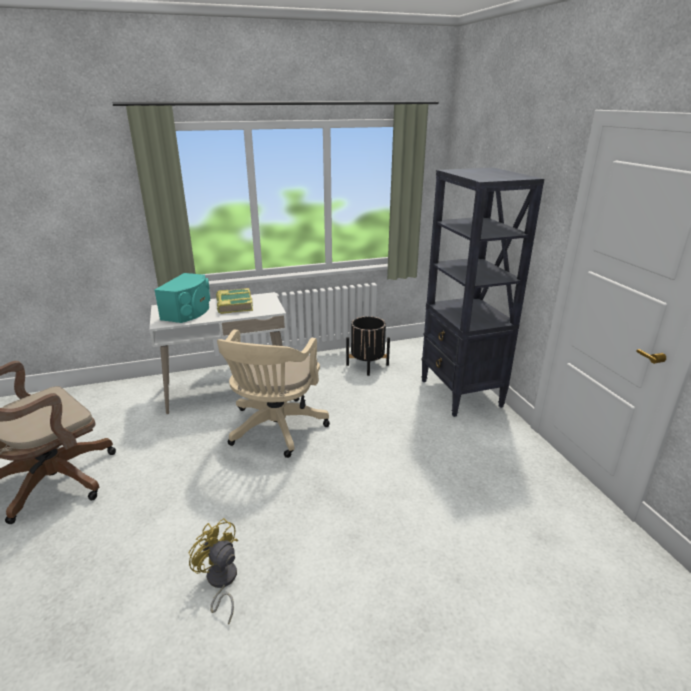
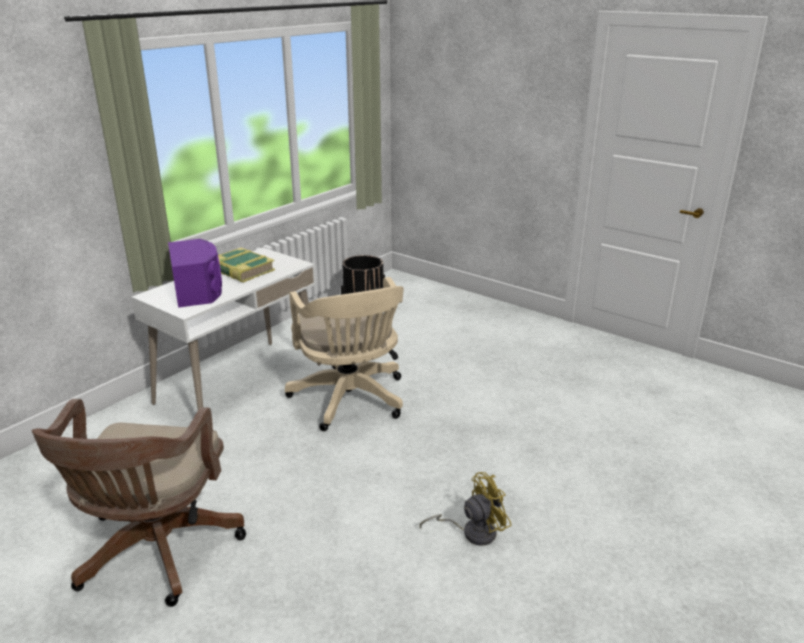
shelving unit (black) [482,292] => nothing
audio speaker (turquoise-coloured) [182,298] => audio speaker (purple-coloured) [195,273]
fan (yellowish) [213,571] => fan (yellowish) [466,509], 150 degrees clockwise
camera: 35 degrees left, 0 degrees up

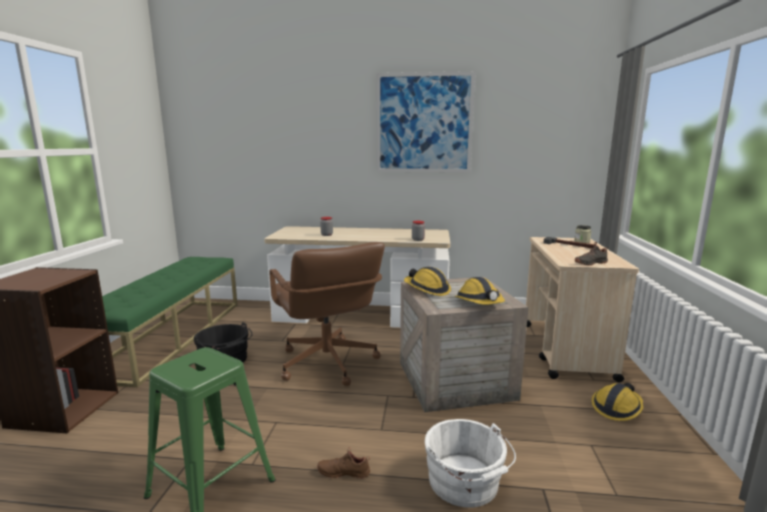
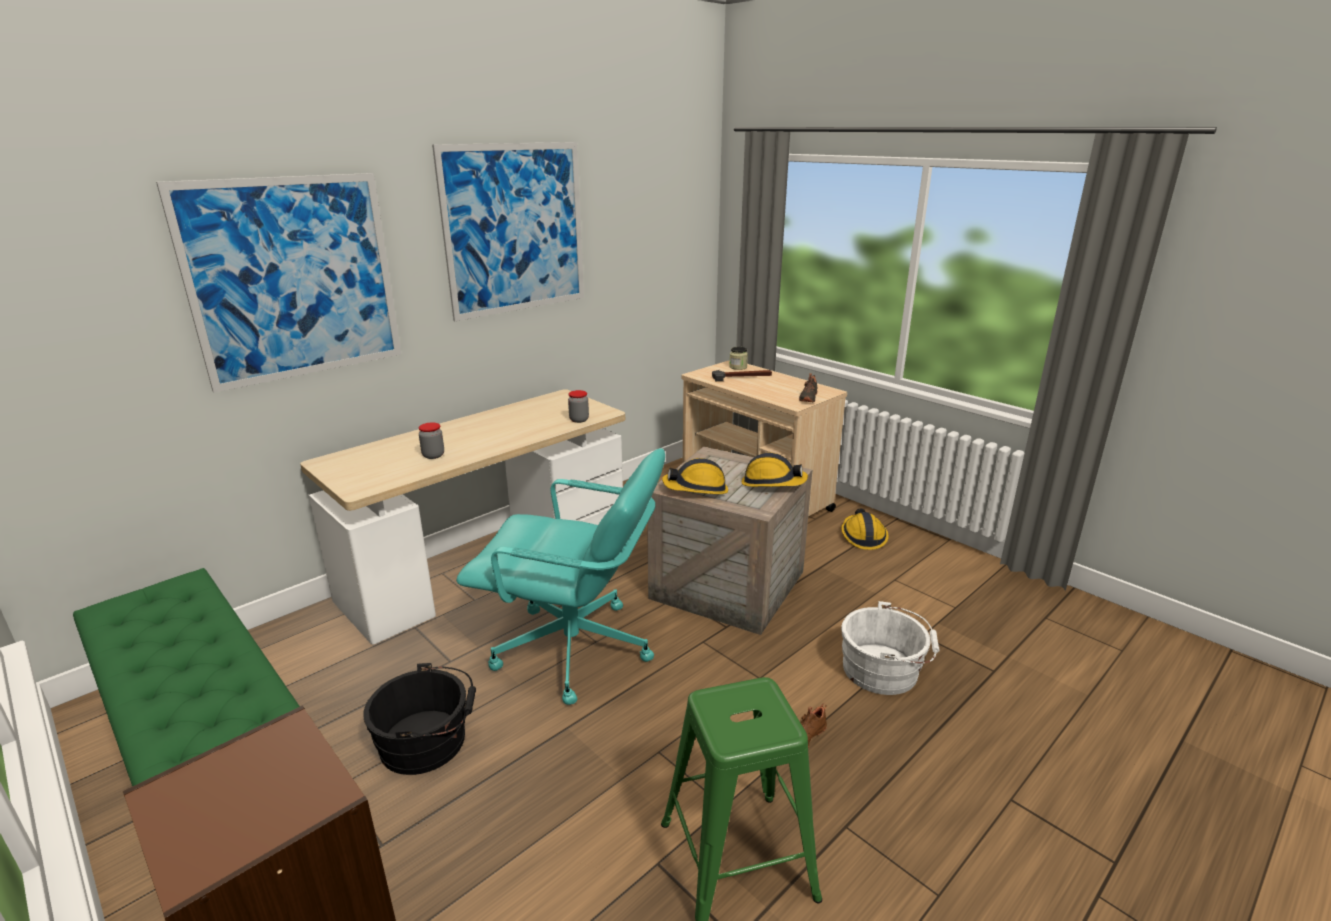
nothing => wall art [278,283]
desk chair (brown) [327,314] => desk chair (turquoise-coloured) [560,576]
camera: 50 degrees left, 10 degrees up

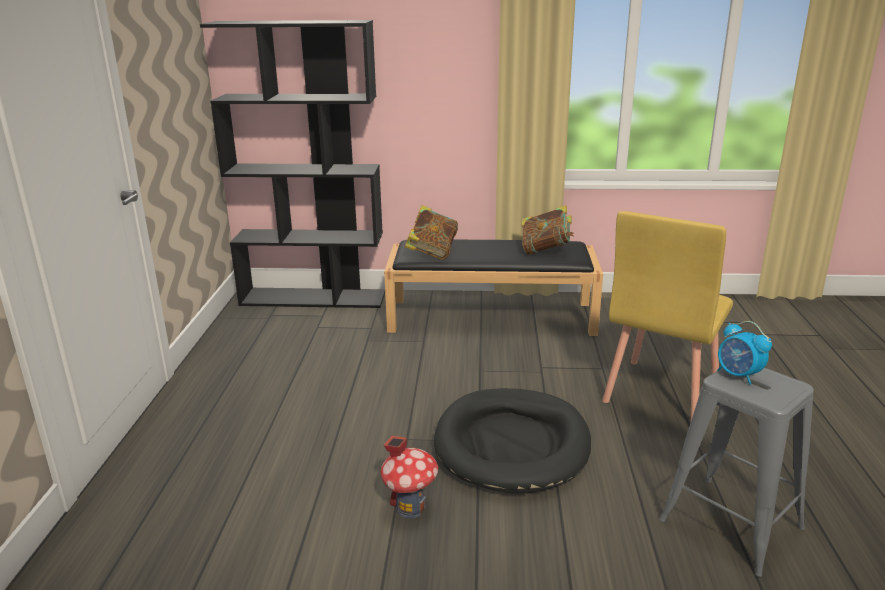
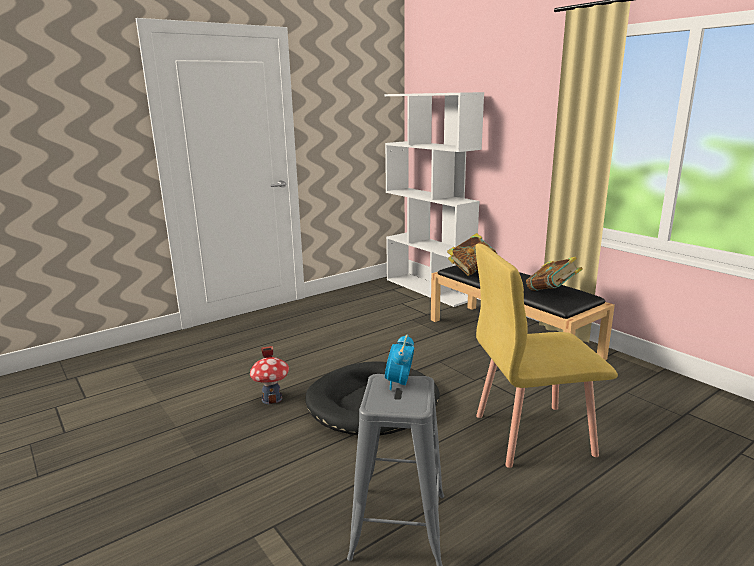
shelving unit (black) [292,164] => shelving unit (white-coloured) [434,199]
camera: 50 degrees right, 5 degrees down

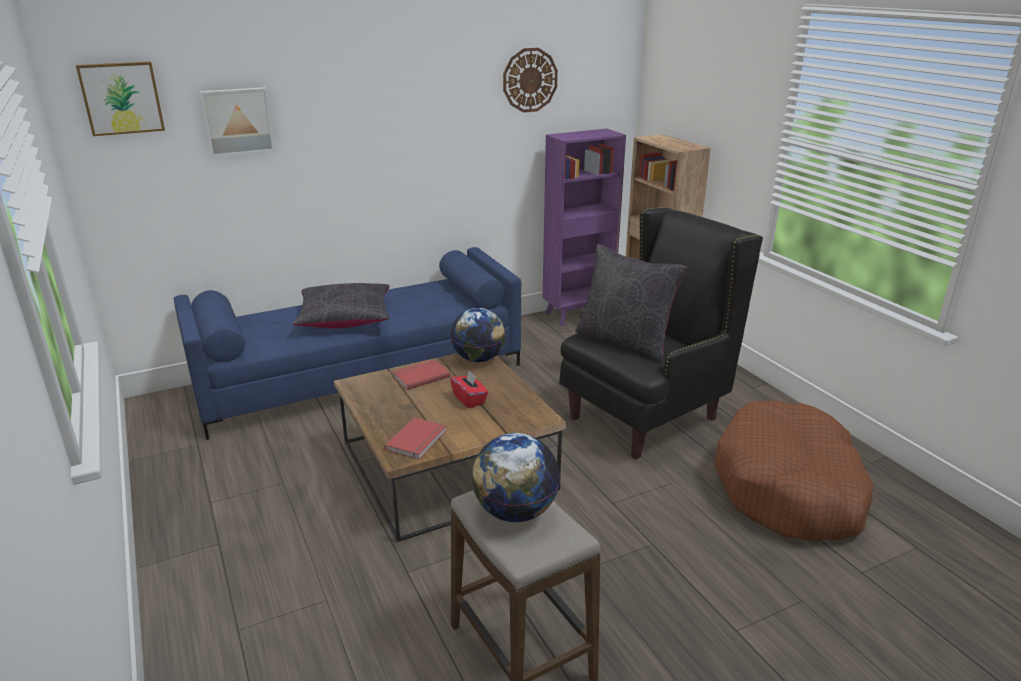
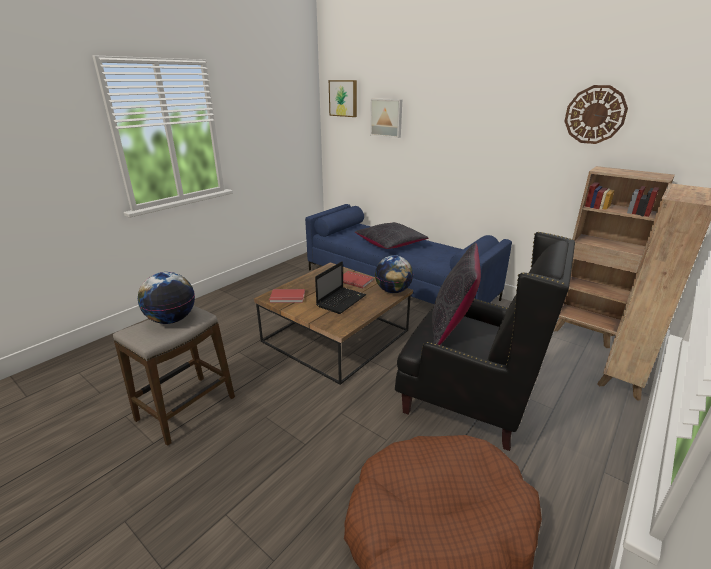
box of tissues (red) [469,389] => laptop [340,287]
shelving unit (purple-coloured) [584,227] => shelving unit (brown) [614,257]
camera: 65 degrees right, 0 degrees up

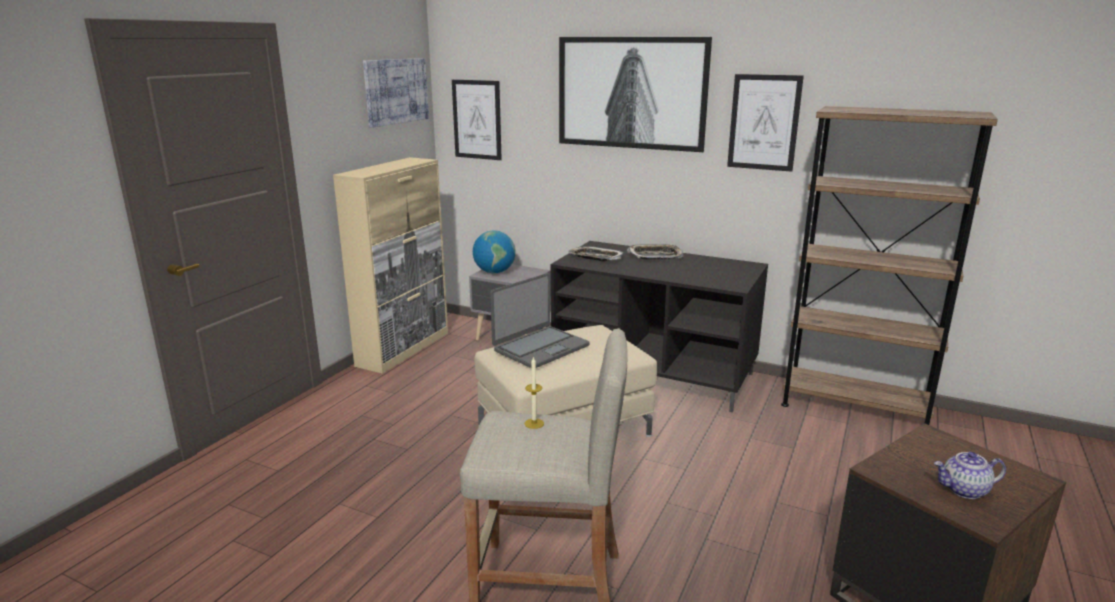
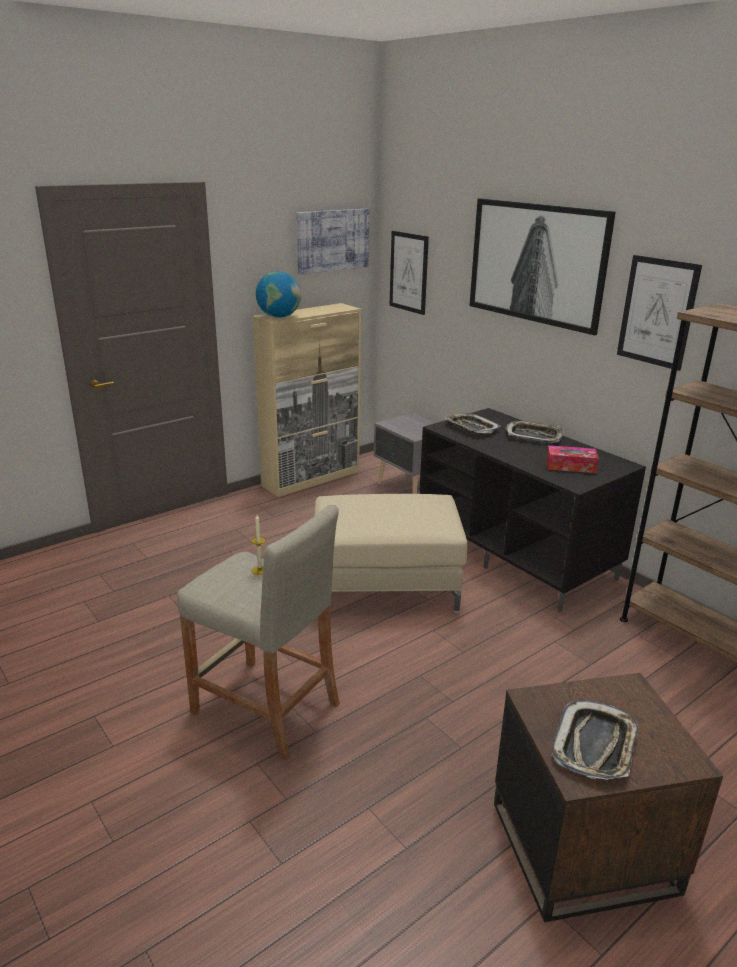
laptop [539,320] => nothing
nothing => box of tissues [572,459]
globe [494,251] => globe [278,294], shifted
tea pot [970,475] => serving tray [595,740]
camera: 25 degrees right, 5 degrees up

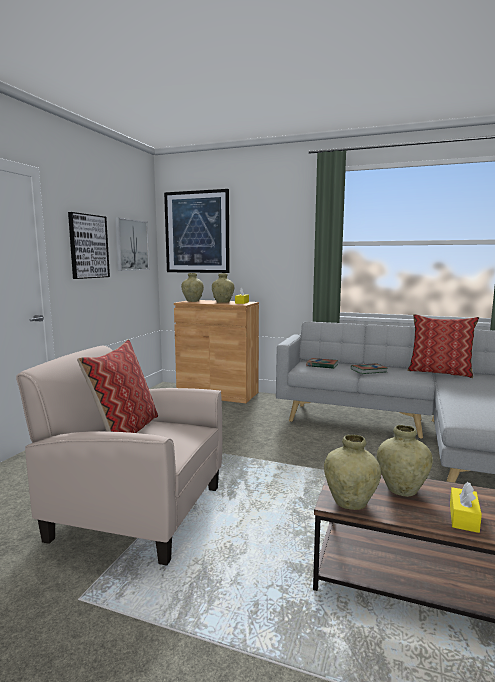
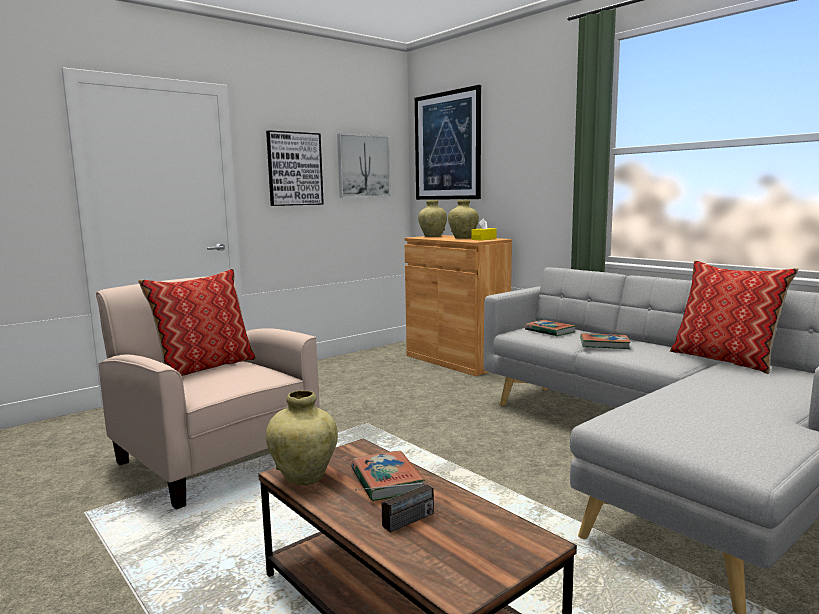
vase (beige) [405,461] => bound book [388,476]
box of tissues (yellowish) [466,507] => radio set [394,508]
camera: 30 degrees right, 0 degrees up

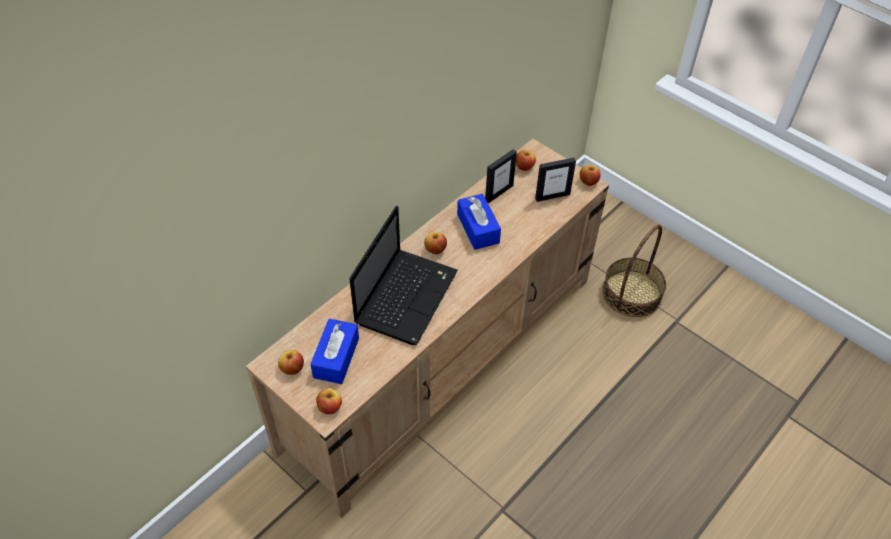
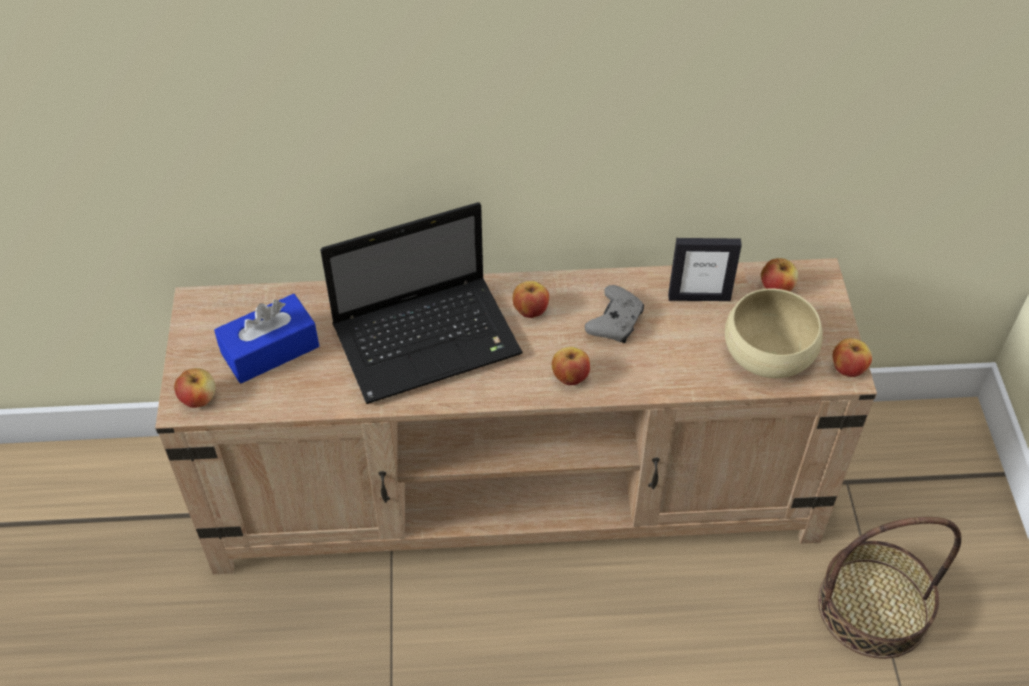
apple [291,362] => apple [571,366], shifted
box of tissues (bluish) [479,222] => gamepad (grey) [614,314]
standing frame [555,180] => bowl (beige) [774,333]
camera: 45 degrees right, 0 degrees up

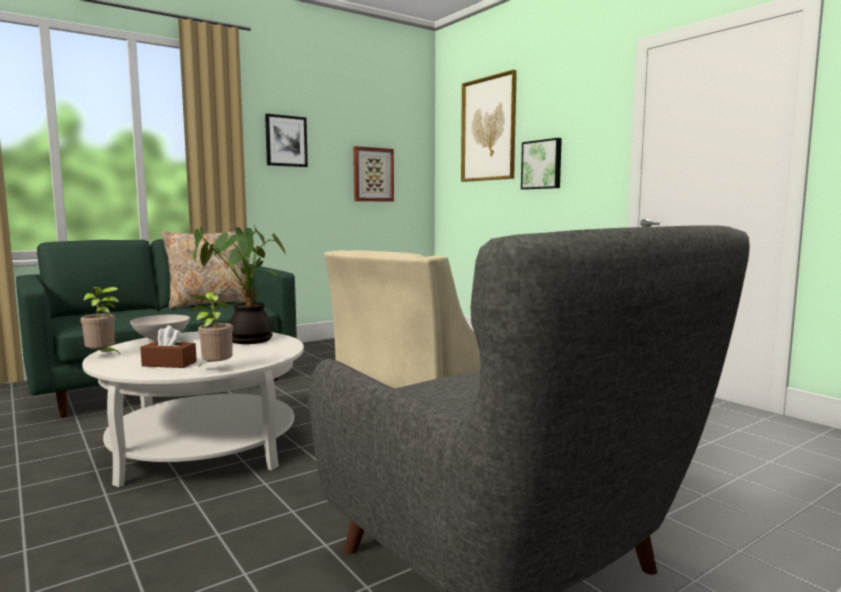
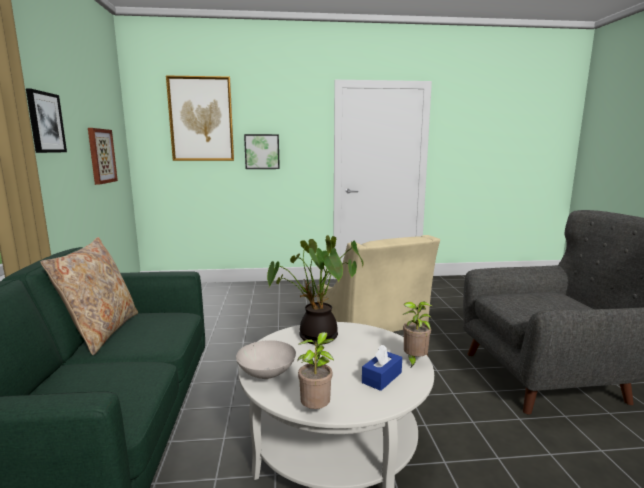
box of tissues (brown) [168,347] => box of tissues (bluish) [382,368]
camera: 60 degrees left, 5 degrees up

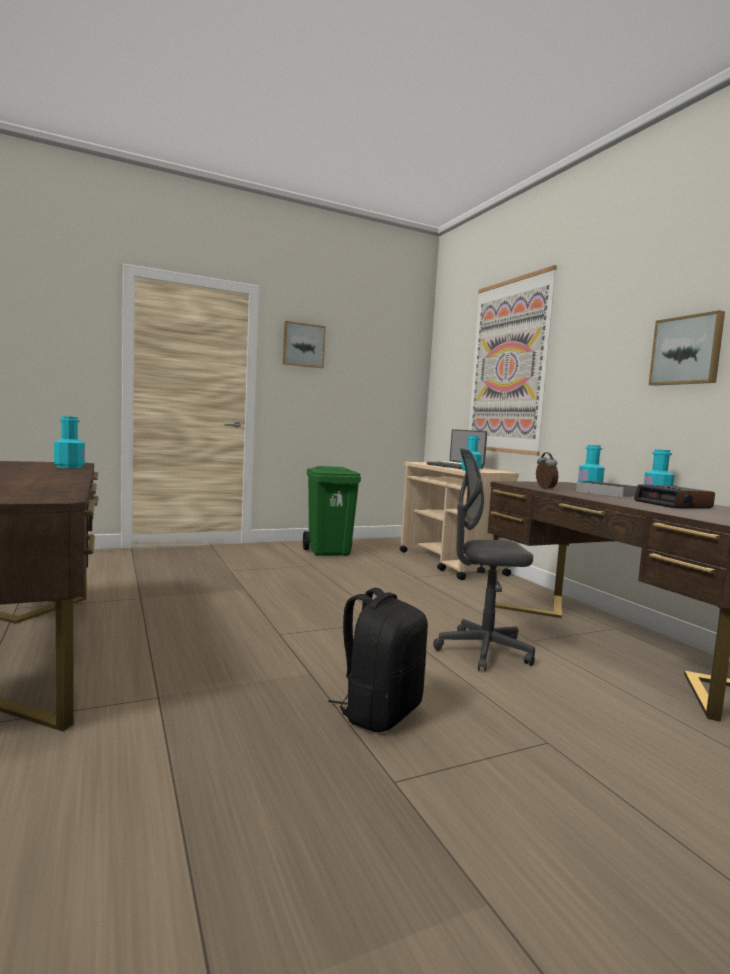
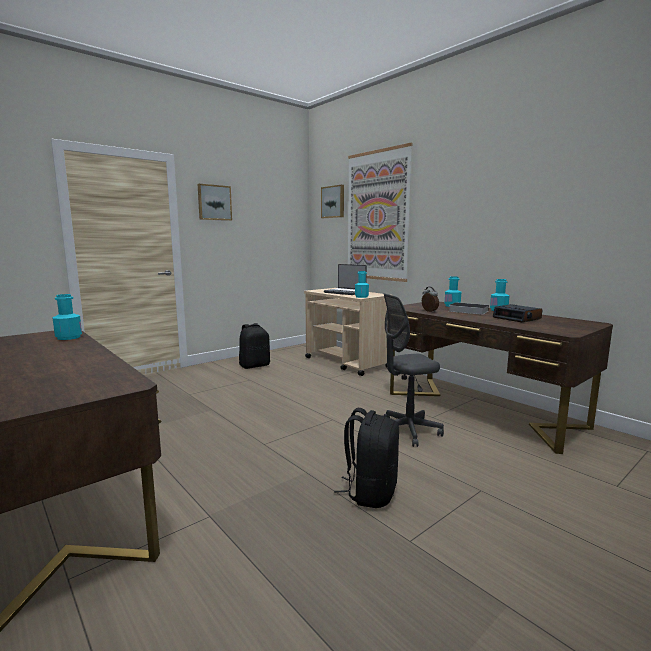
wall art [687,348] => wall art [332,201], shifted
trash can (green) [332,511] => knapsack (black) [254,346]
camera: 15 degrees left, 5 degrees up

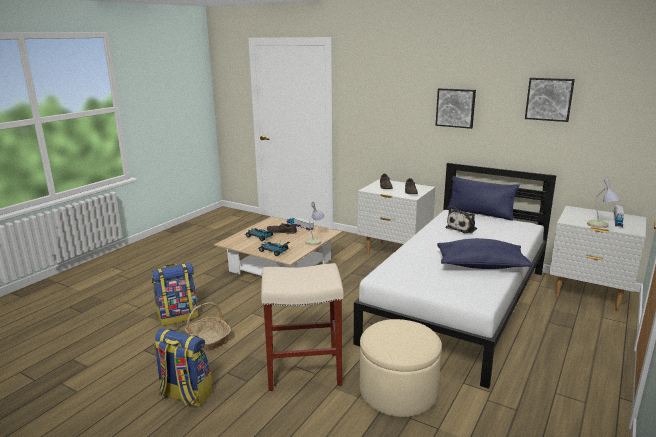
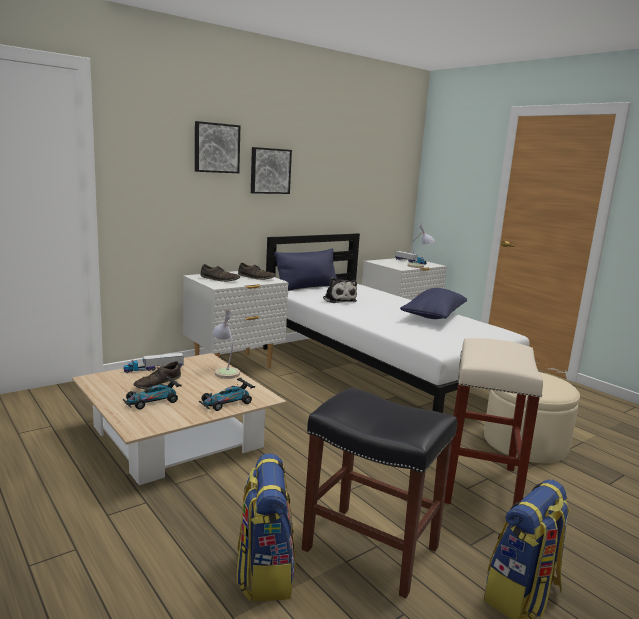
wall art [550,100] => wall art [217,147], shifted
household basket [208,326] => stool seat (black) [379,492]
camera: 70 degrees left, 5 degrees down

